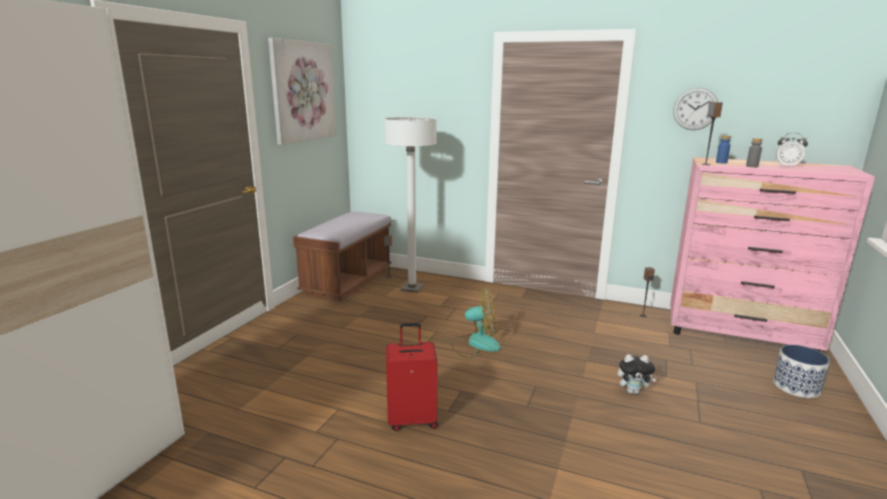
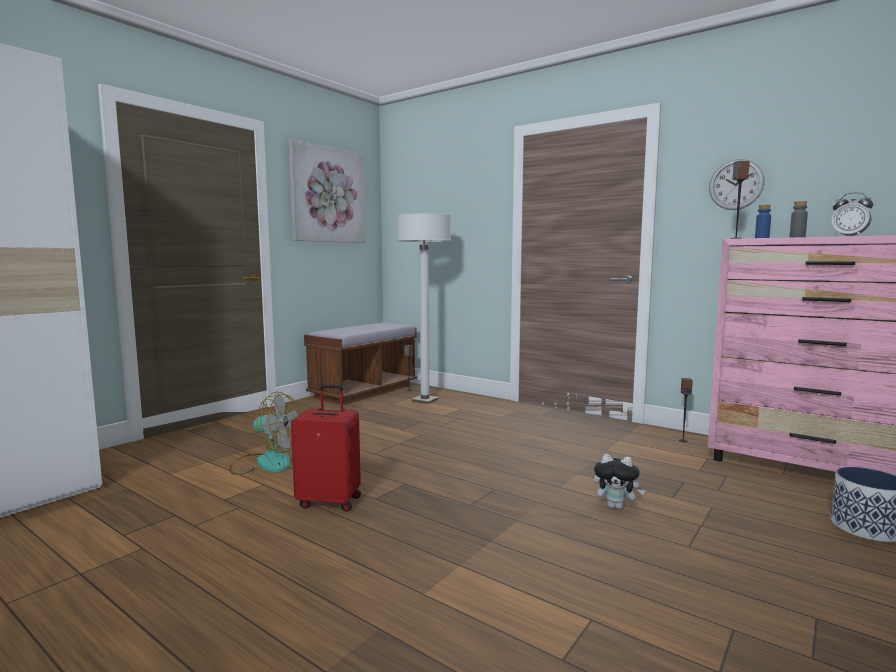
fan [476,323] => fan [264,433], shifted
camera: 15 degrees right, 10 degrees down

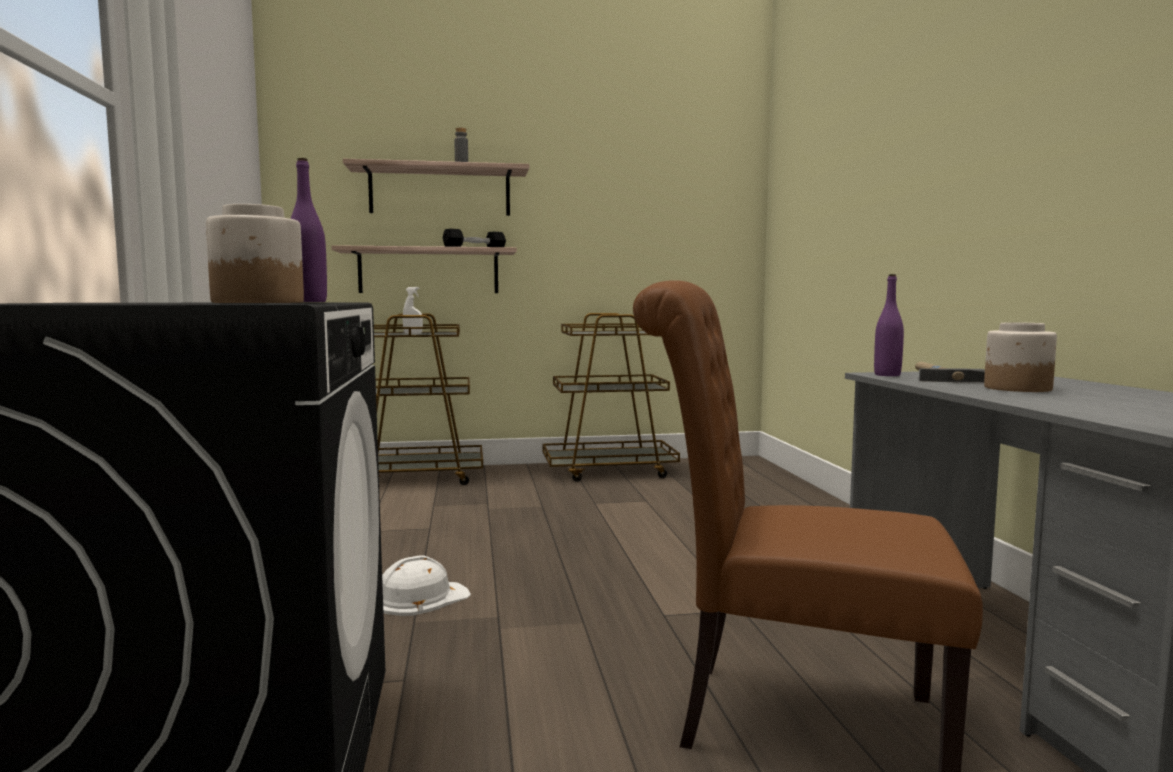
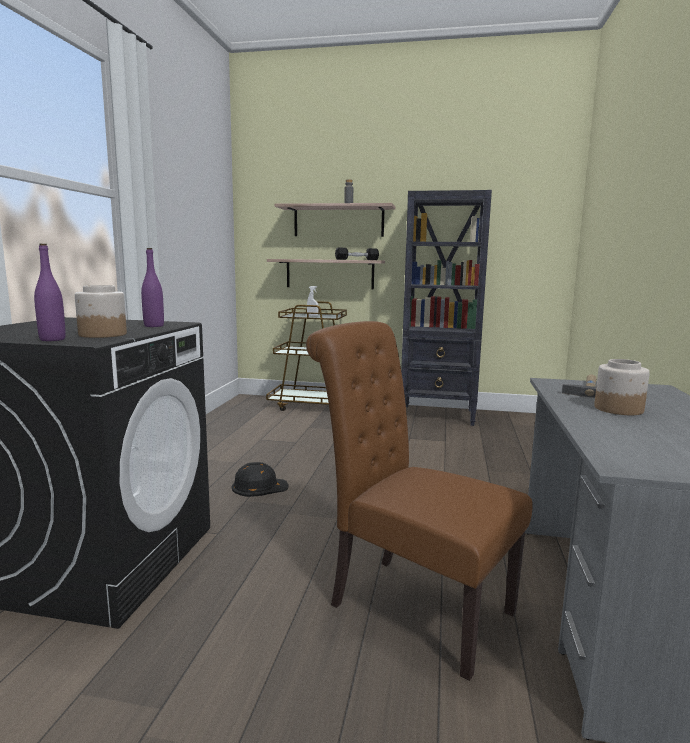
drink bottle (purple-coloured) [889,325] => drink bottle (purple-coloured) [50,292], shifted
trolley (brown) [611,397] => shelving unit (black) [446,308]
work helmet (white-coloured) [426,585] => work helmet (black) [260,479]
camera: 20 degrees right, 5 degrees up

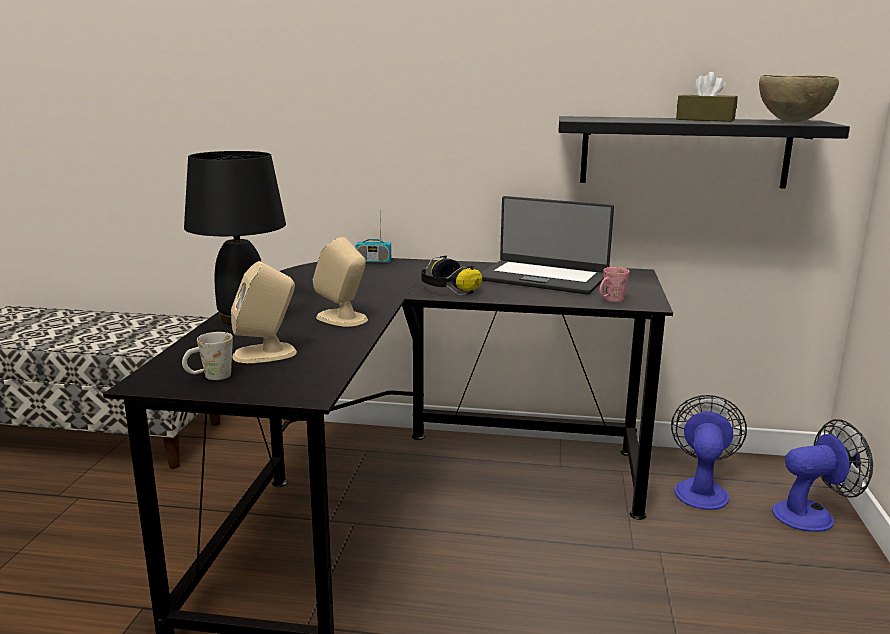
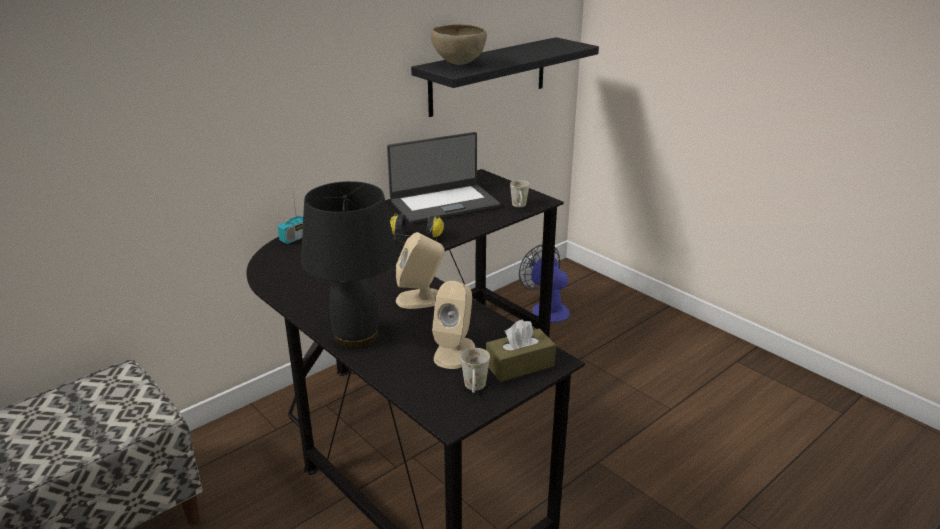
fan [822,475] => nothing
box of tissues (brown) [707,97] => box of tissues (brown) [521,350], shifted
bowl (brown) [799,99] => bowl (brown) [458,44], shifted
coffee mug (pinkish) [614,284] => coffee mug (white-coloured) [519,193]
camera: 50 degrees left, 10 degrees up

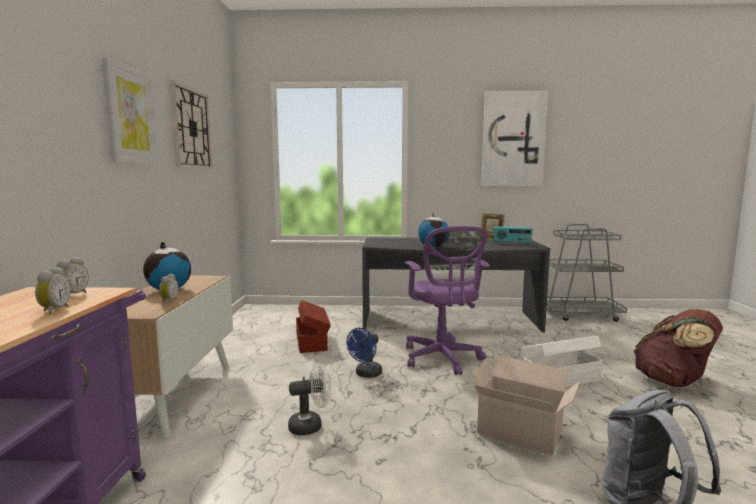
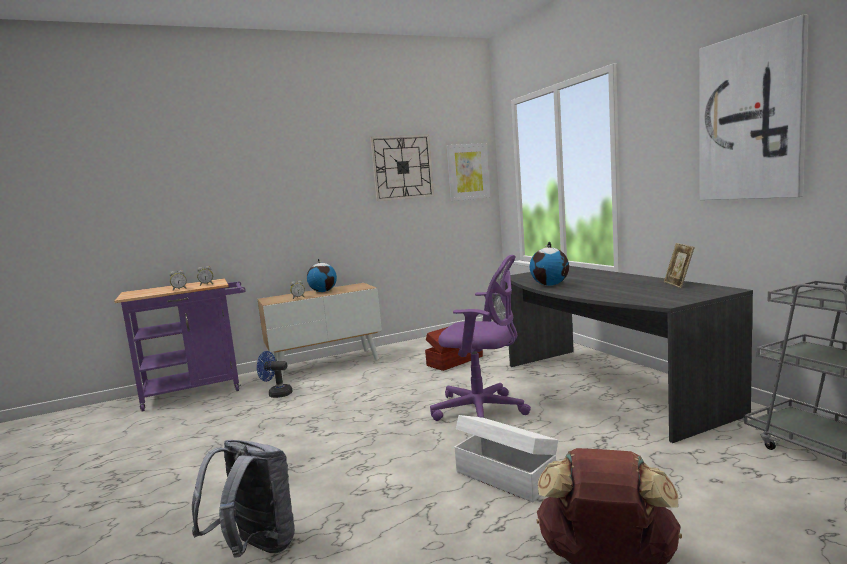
fan (white-coloured) [309,399] => nothing
carton [526,405] => nothing
radio set [513,235] => nothing
wall art [130,110] => wall art [468,172], shifted
fan (bluish) [364,353] => fan (bluish) [275,374], shifted
desk chair (purple-coloured) [447,300] => desk chair (purple-coloured) [480,338], 120 degrees counterclockwise
camera: 65 degrees right, 0 degrees up

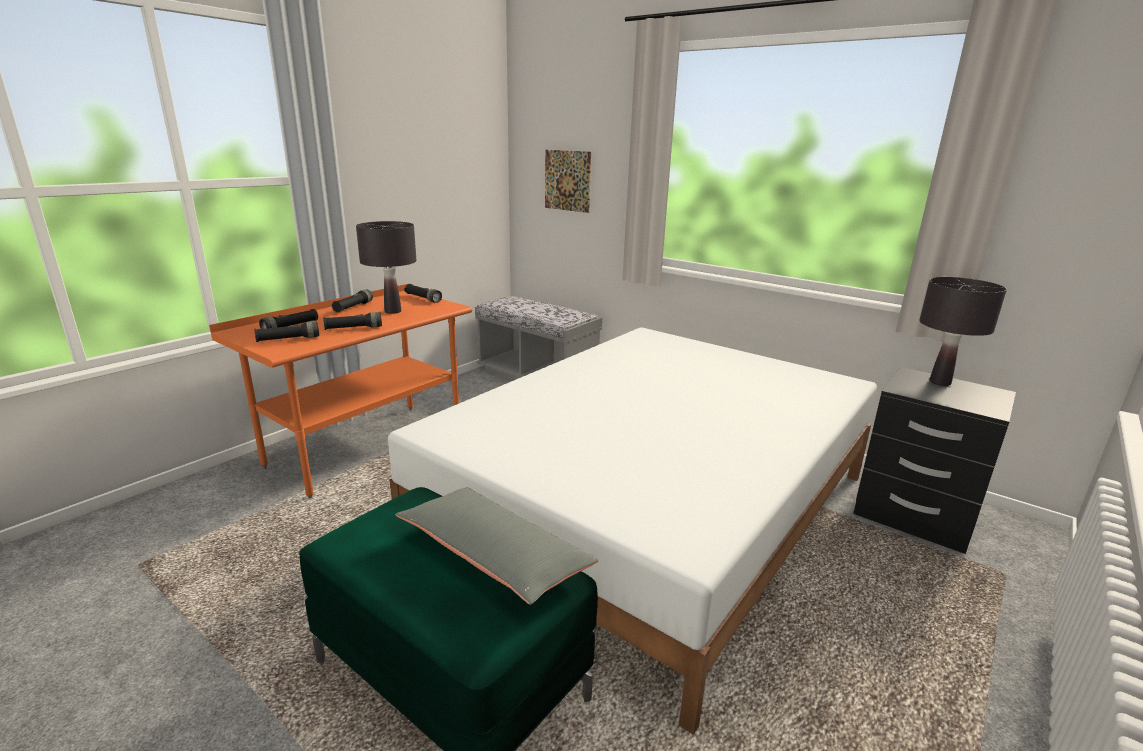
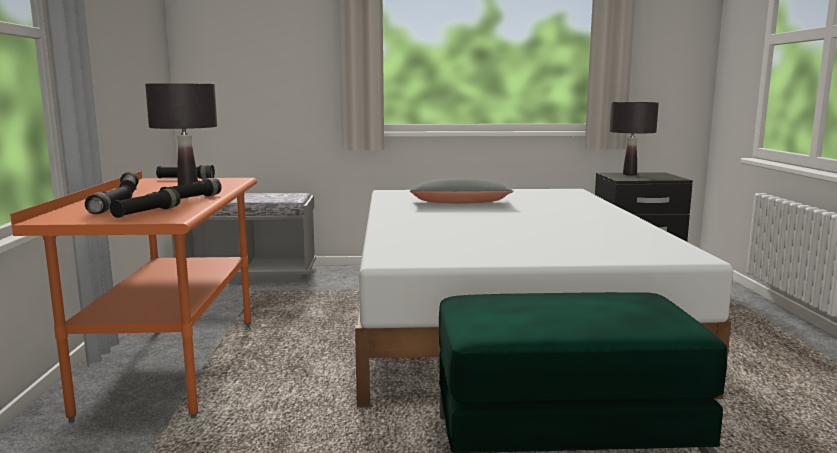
wall art [568,181] => nothing
cushion (grey) [497,545] => cushion (grey) [462,190], shifted
camera: 40 degrees left, 10 degrees down

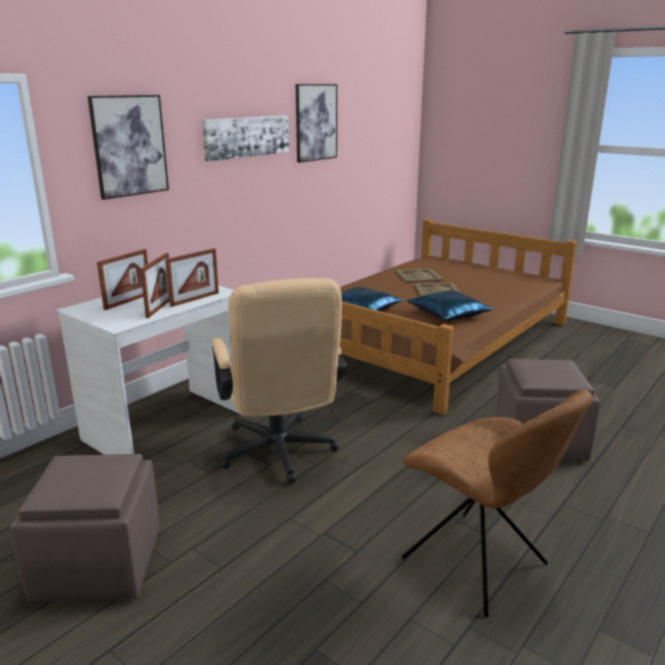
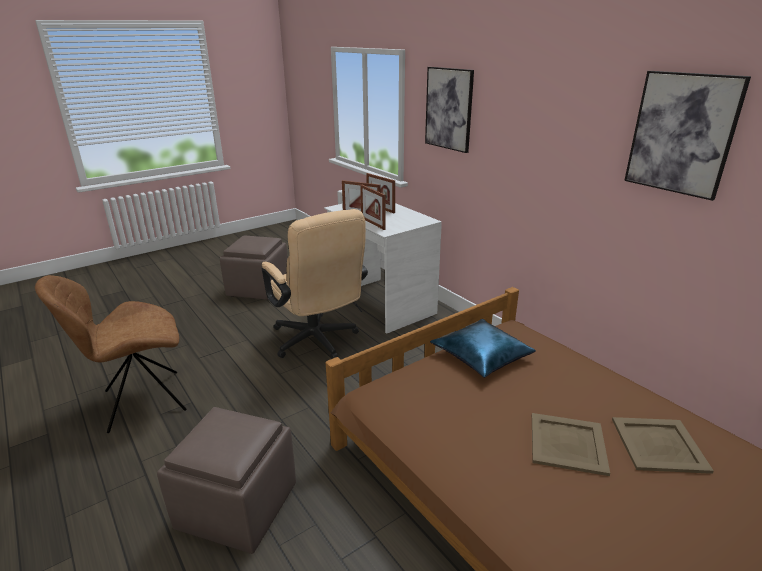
wall art [245,138] => nothing
cushion (bluish) [450,305] => nothing
desk chair (beige) [279,381] => desk chair (beige) [315,284], 120 degrees counterclockwise
camera: 105 degrees right, 5 degrees up

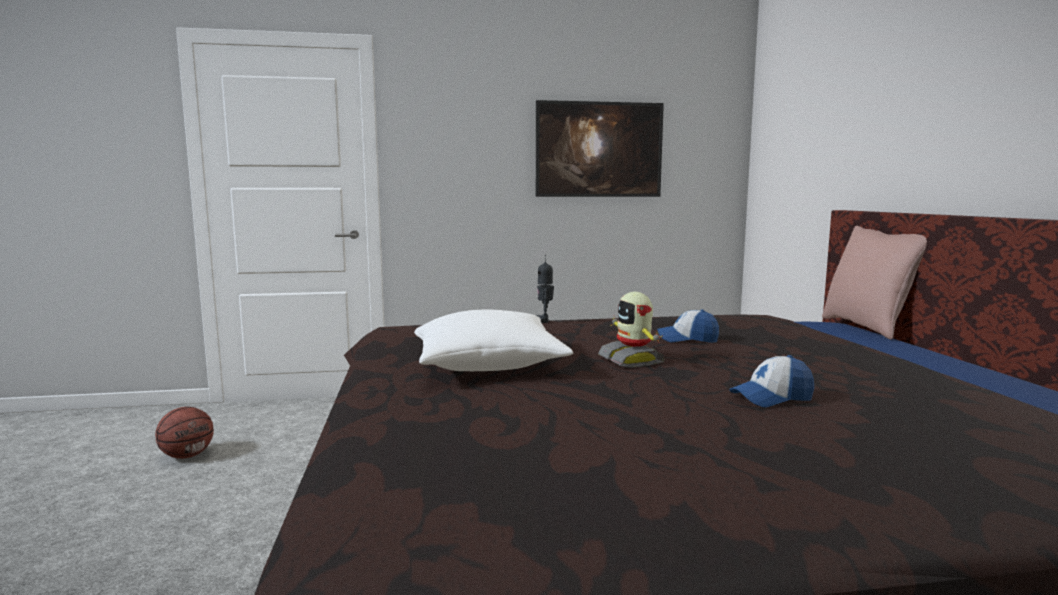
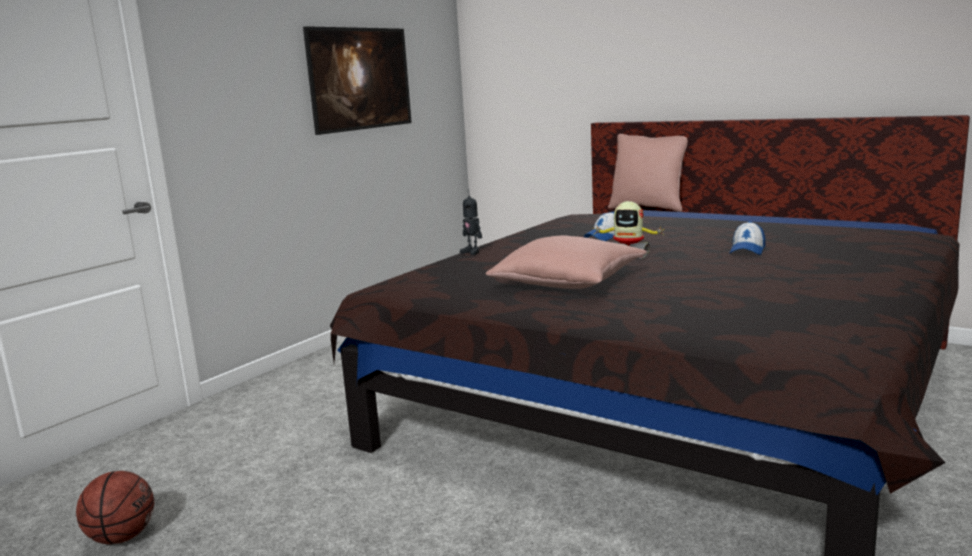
cushion (white-coloured) [493,340] => cushion (pinkish) [566,262]
camera: 45 degrees left, 5 degrees up

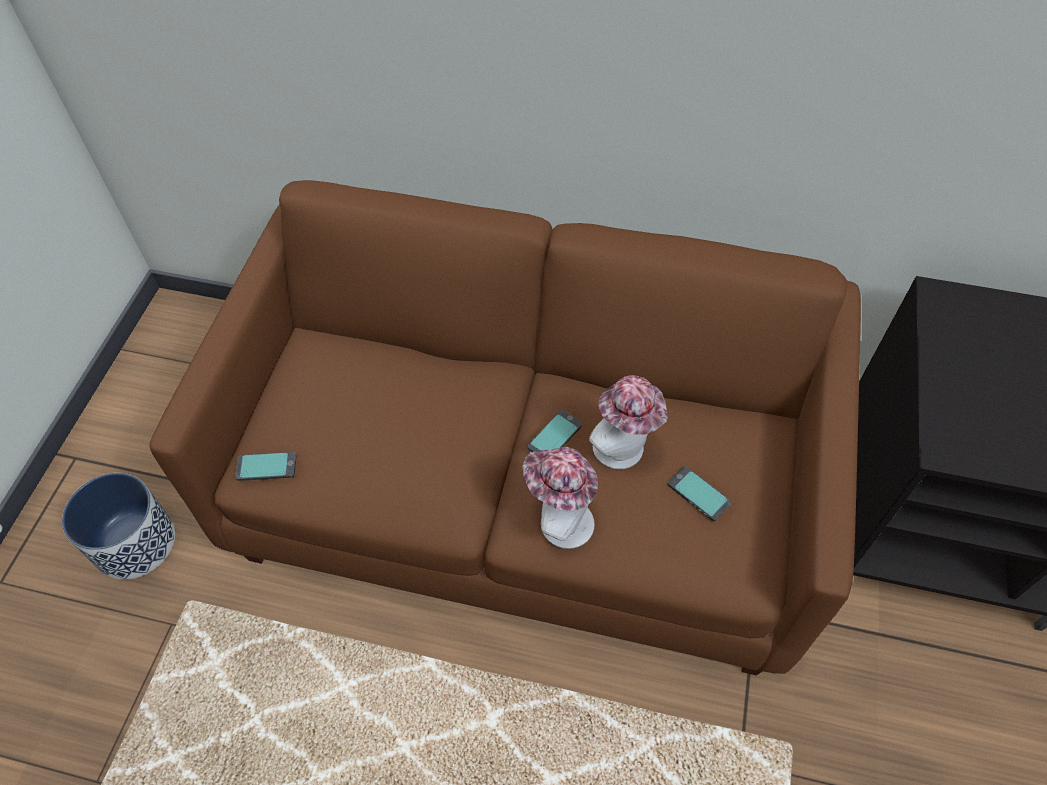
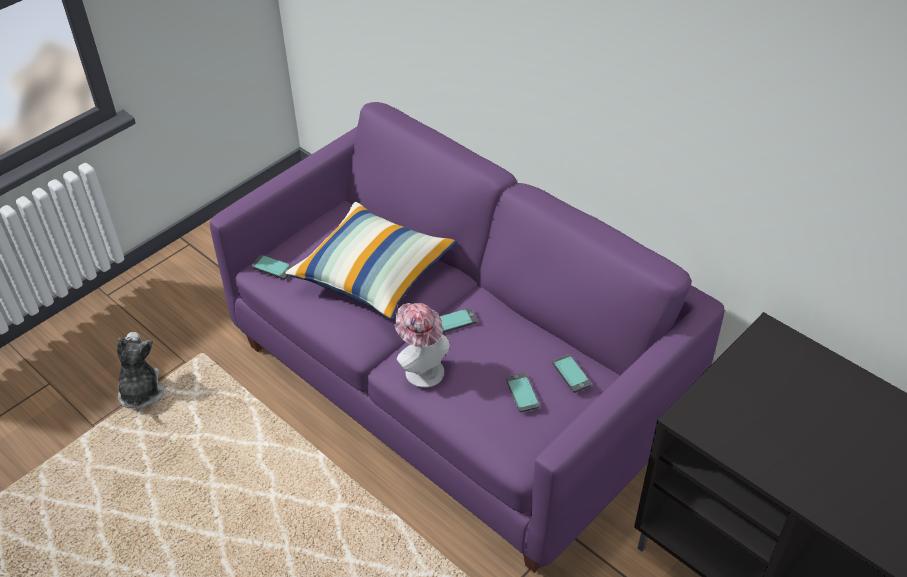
flower pot [118,526] => nothing
clothing hat [628,422] => nothing
nothing => cuddly toy [141,370]
nothing => cushion [371,261]
nothing => phone [572,373]
couch (brown) [505,427] => couch (purple-coloured) [467,337]
camera: 30 degrees right, 10 degrees down

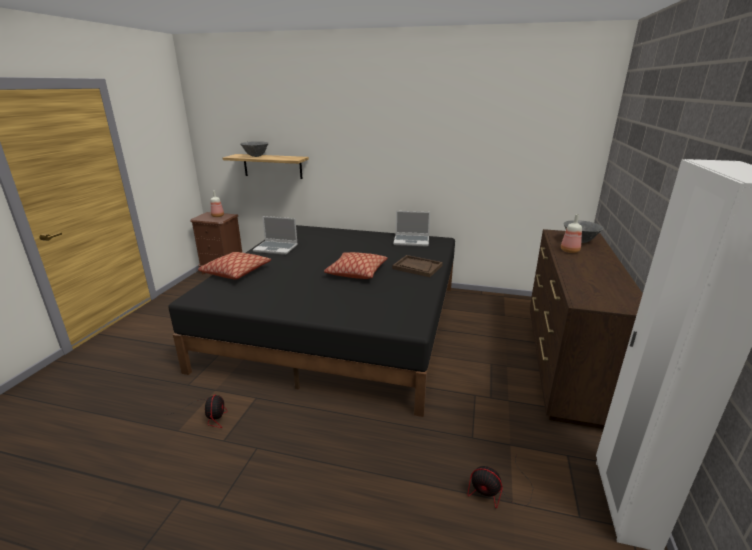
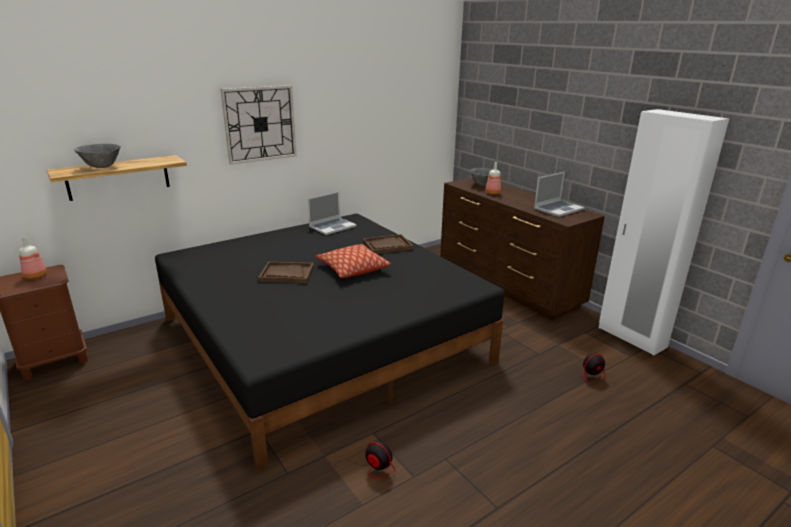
cushion [234,265] => nothing
nothing => hanging clock [259,125]
nothing => serving tray (brown) [286,272]
laptop [275,235] => laptop [559,194], shifted
camera: 50 degrees left, 0 degrees up

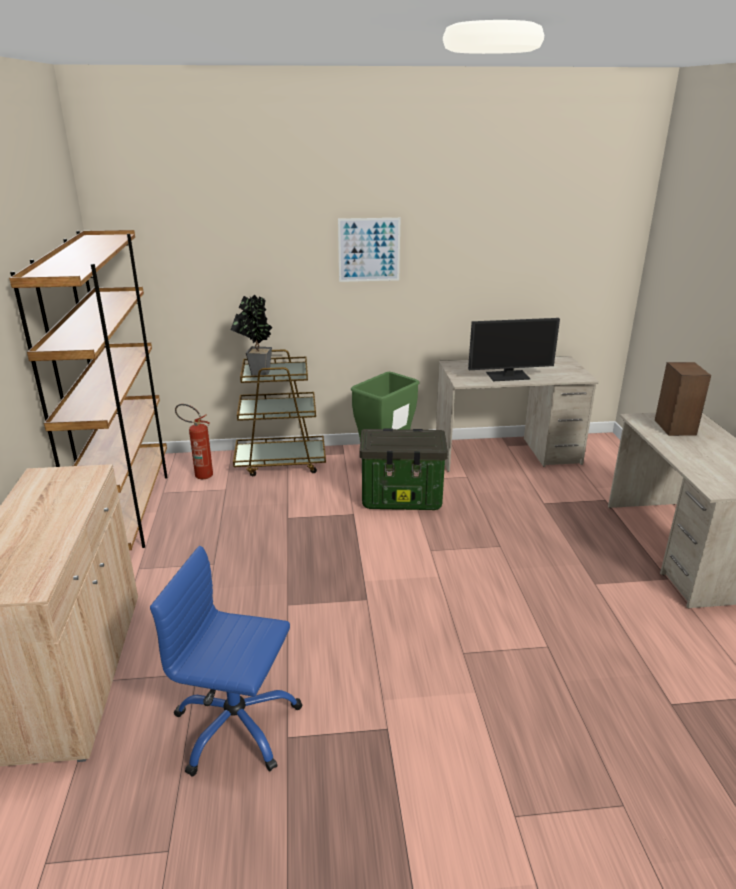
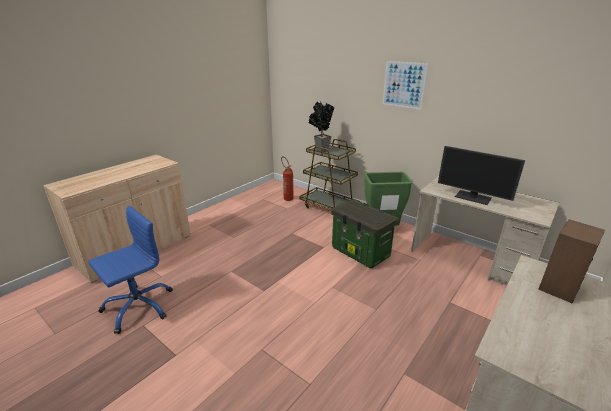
shelving unit (brown) [88,390] => nothing
desk chair (bluish) [226,661] => desk chair (bluish) [130,270], 75 degrees clockwise
camera: 45 degrees right, 0 degrees up

